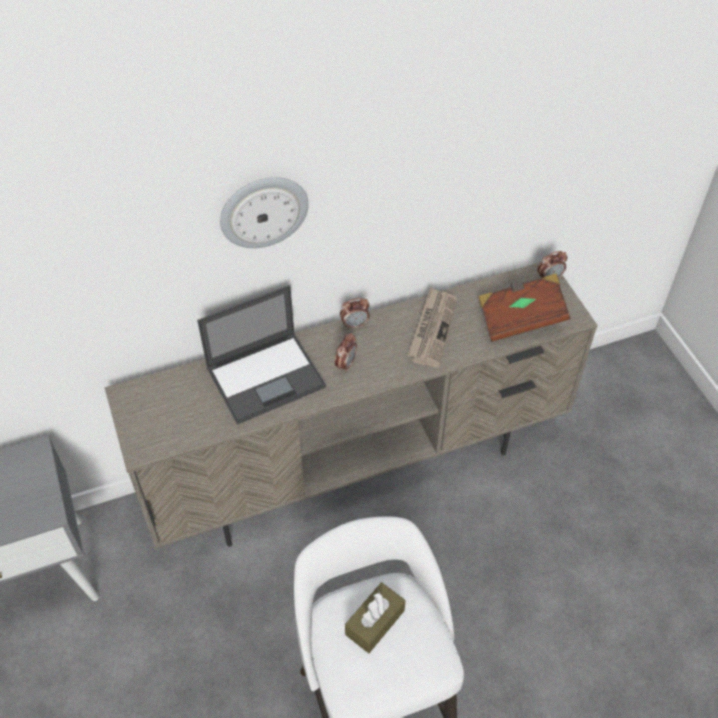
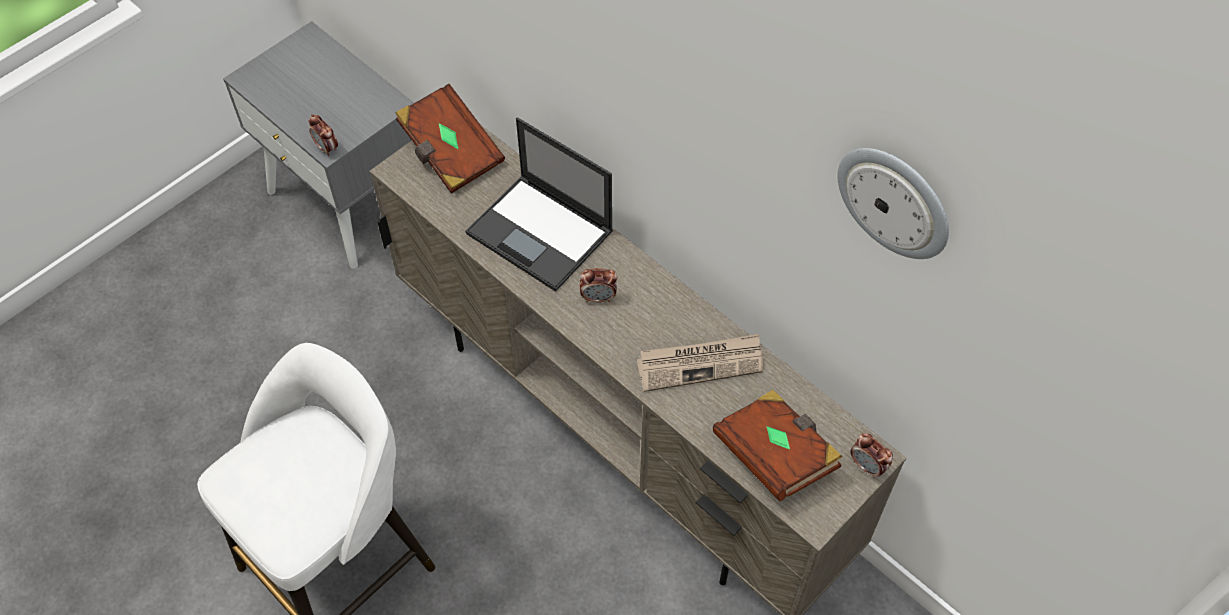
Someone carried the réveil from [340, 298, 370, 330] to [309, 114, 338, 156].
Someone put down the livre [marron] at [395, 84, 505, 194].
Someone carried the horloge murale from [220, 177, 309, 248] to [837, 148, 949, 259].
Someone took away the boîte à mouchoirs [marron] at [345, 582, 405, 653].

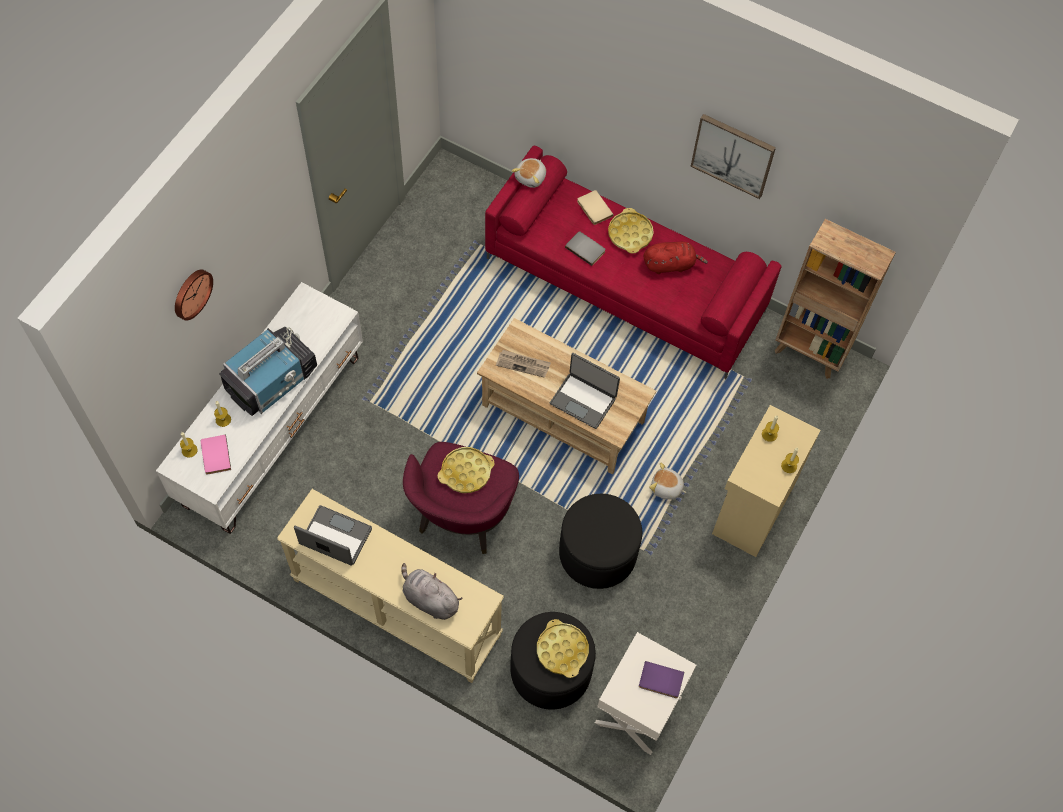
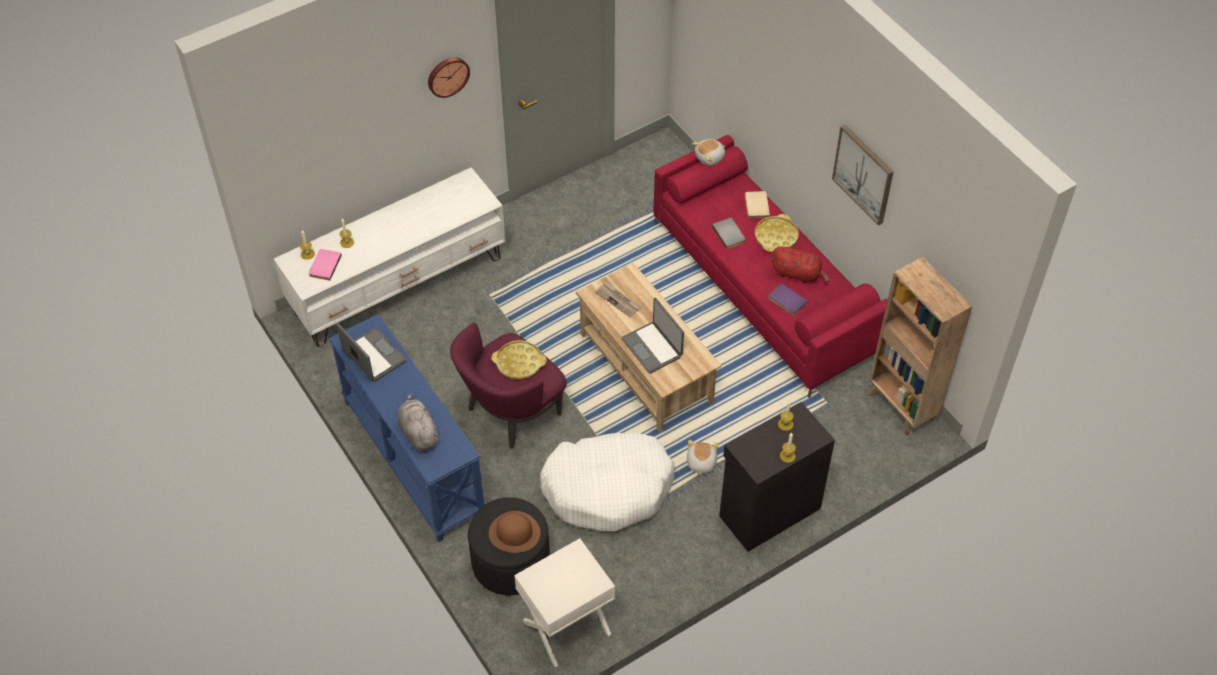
Someone repainted the table console [beige] at [277, 489, 504, 683], which became the table console [bleu] at [329, 314, 485, 542].
Someone carried the horloge murale from [175, 270, 213, 321] to [428, 57, 470, 98].
Someone swapped the plateau [jaune] at [537, 619, 589, 678] for the chapeau [marron] at [489, 511, 540, 553].
Someone swapped the pouf [noir] at [559, 494, 642, 589] for the panier pour chien [blanc] at [540, 433, 675, 531].
Someone rotated the peluche at [649, 463, 687, 500] by 45 degrees clockwise.
Someone repainted the meuble de rangement [beige] at [712, 405, 821, 557], which became the meuble de rangement [noir] at [719, 402, 835, 552].
Someone carried the livre [violet] from [639, 661, 684, 698] to [768, 283, 808, 316].
Someone took away the téléviseur at [219, 327, 317, 416].

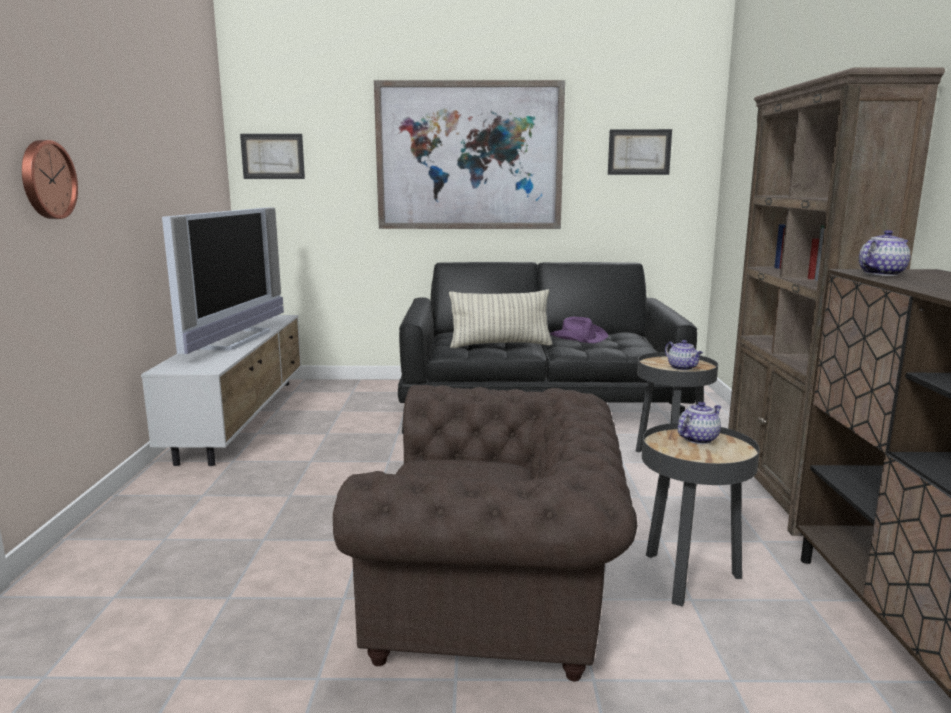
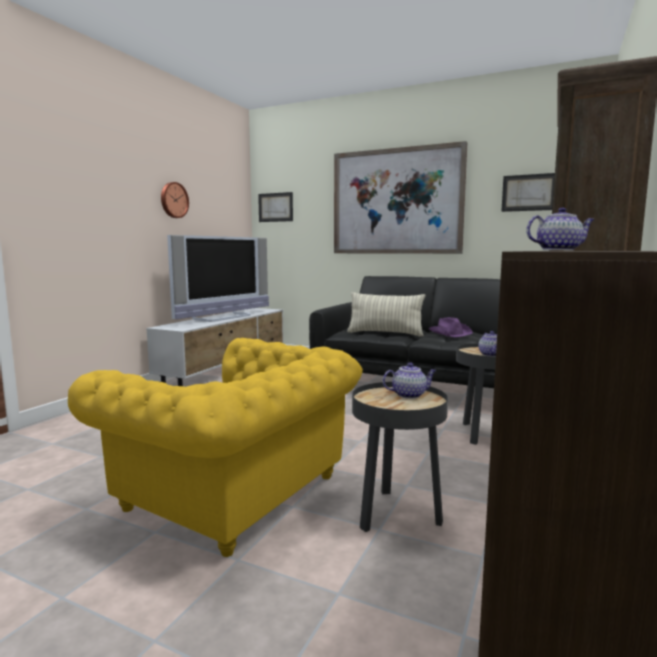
Someone repainted the fauteuil [marron] at [333, 385, 637, 682], which became the fauteuil [jaune] at [68, 338, 363, 557].
Someone carried the horloge murale from [22, 140, 78, 219] to [161, 182, 189, 218].

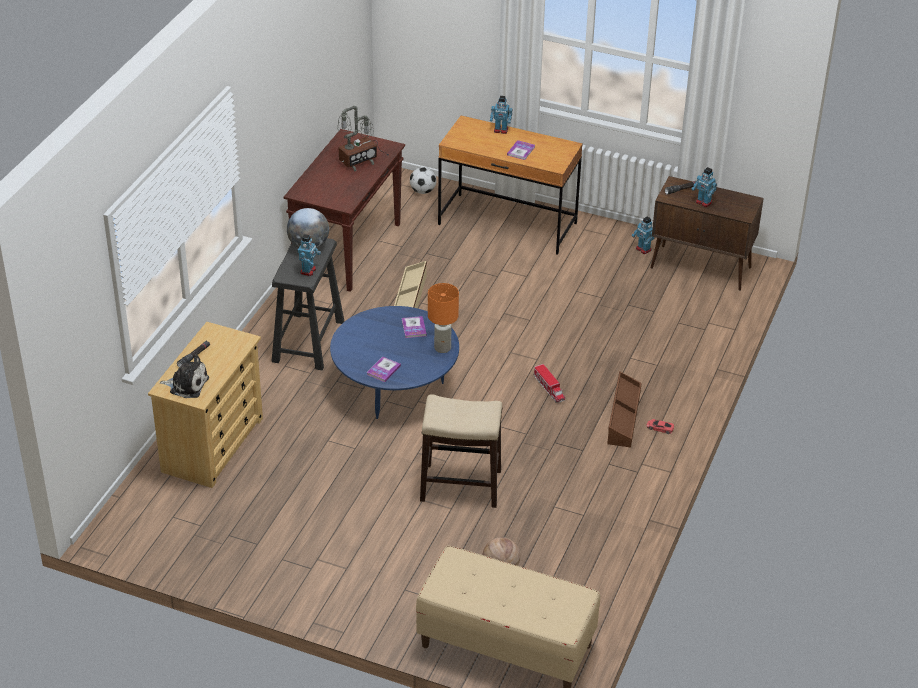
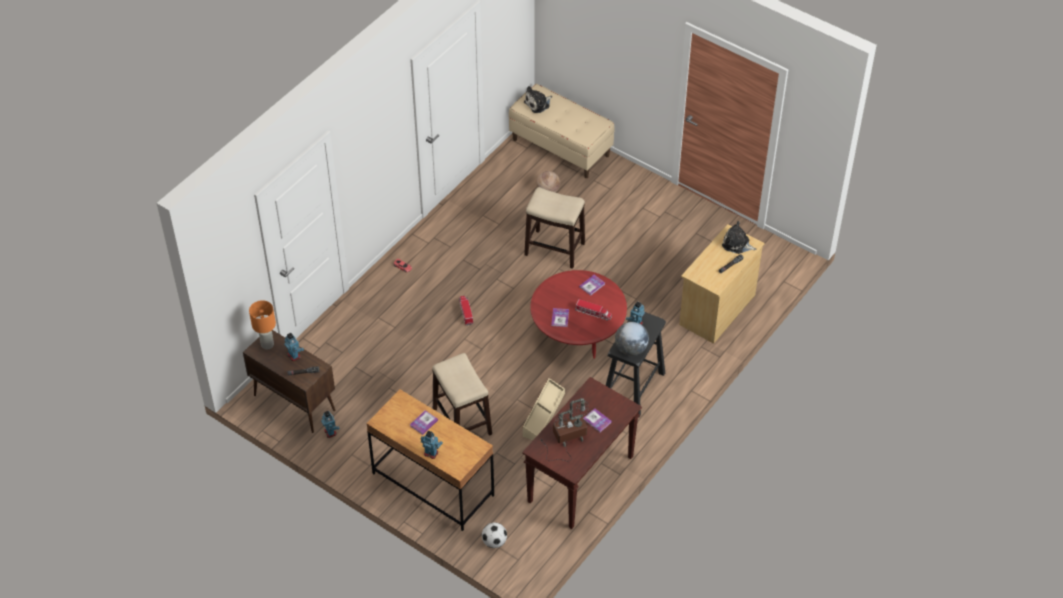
Someone carried the lampe de table [orange] from [428, 283, 459, 353] to [249, 300, 276, 350].
Someone put down the tabouret at [432, 353, 492, 436].
Someone put down the peluche at [524, 86, 552, 113].
Someone repainted the table basse [bleu] at [330, 306, 459, 419], which became the table basse [rouge] at [530, 270, 627, 359].
Someone put down the camion jouet at [575, 299, 612, 321].
Someone put down the livre at [584, 408, 612, 432].
Someone took away the boîte de rangement [marron] at [607, 371, 641, 448].

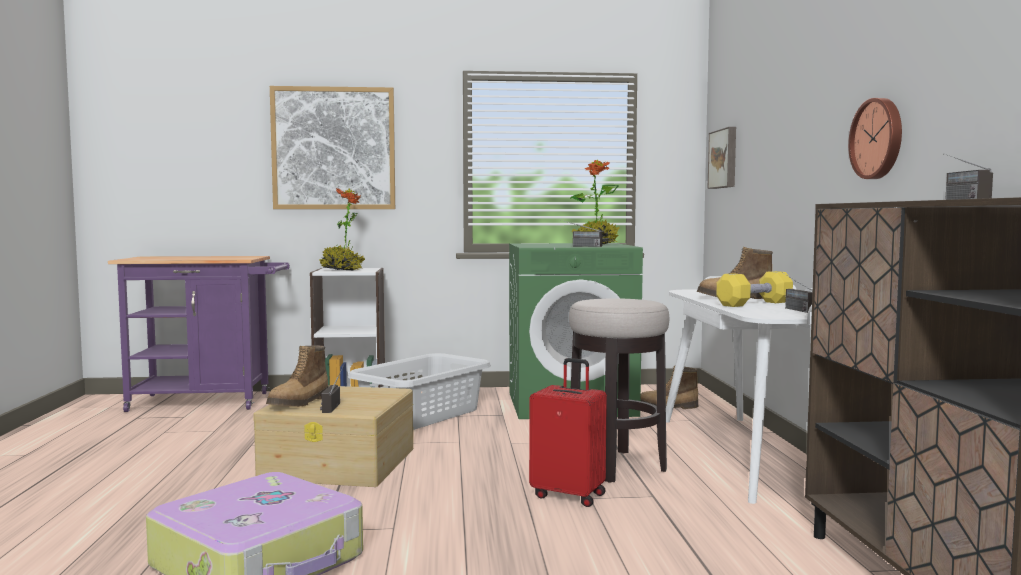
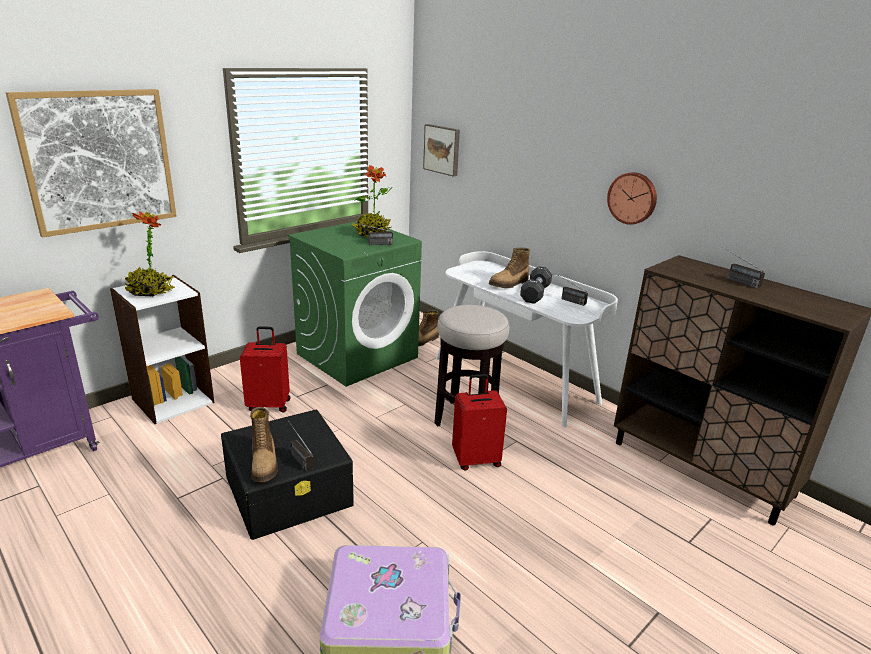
Someone repainted the boîte de rangement [beige] at [254, 386, 413, 487], which became the boîte de rangement [noir] at [221, 410, 354, 540].
Someone swapped the panier à linge [gris] at [348, 353, 491, 430] for the valise [rouge] at [240, 326, 290, 412].
Someone repainted the haltère [jaune] at [716, 271, 793, 307], which became the haltère [noir] at [520, 266, 552, 304].

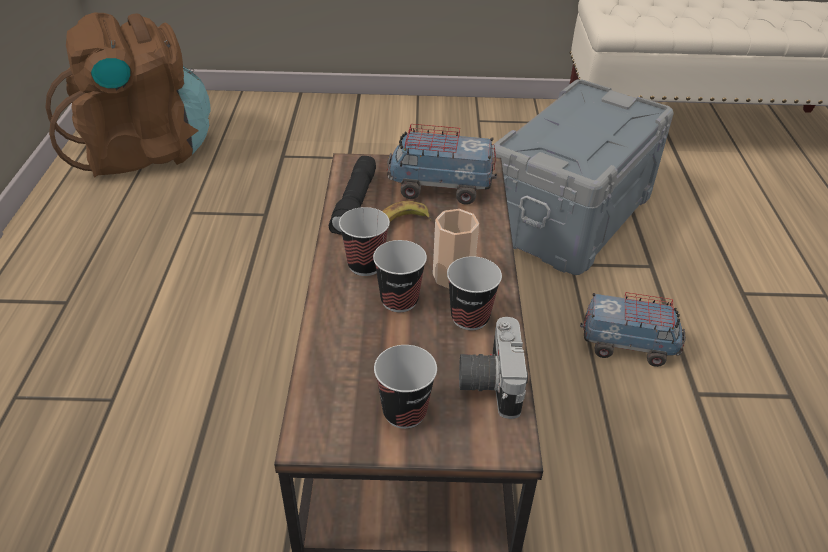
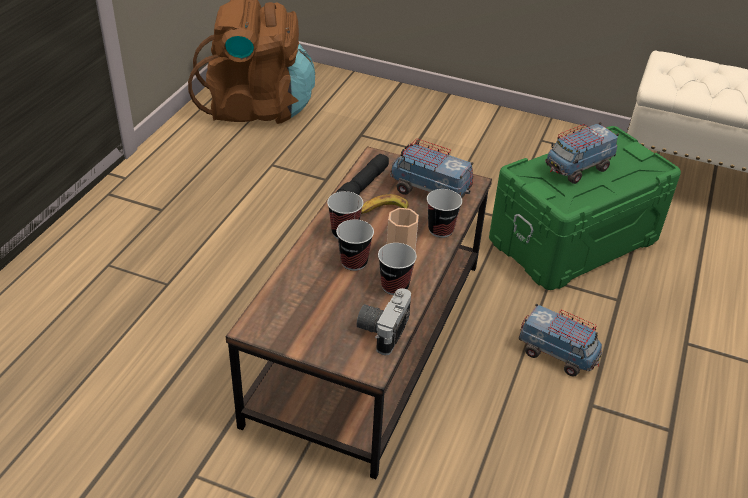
Someone carried the tasse from [374, 345, 437, 429] to [427, 189, 462, 238].
Someone repainted the boîte de rangement [gris] at [492, 79, 674, 275], which became the boîte de rangement [vert] at [489, 126, 681, 290].
Someone put down the camion jouet at [545, 122, 619, 184].

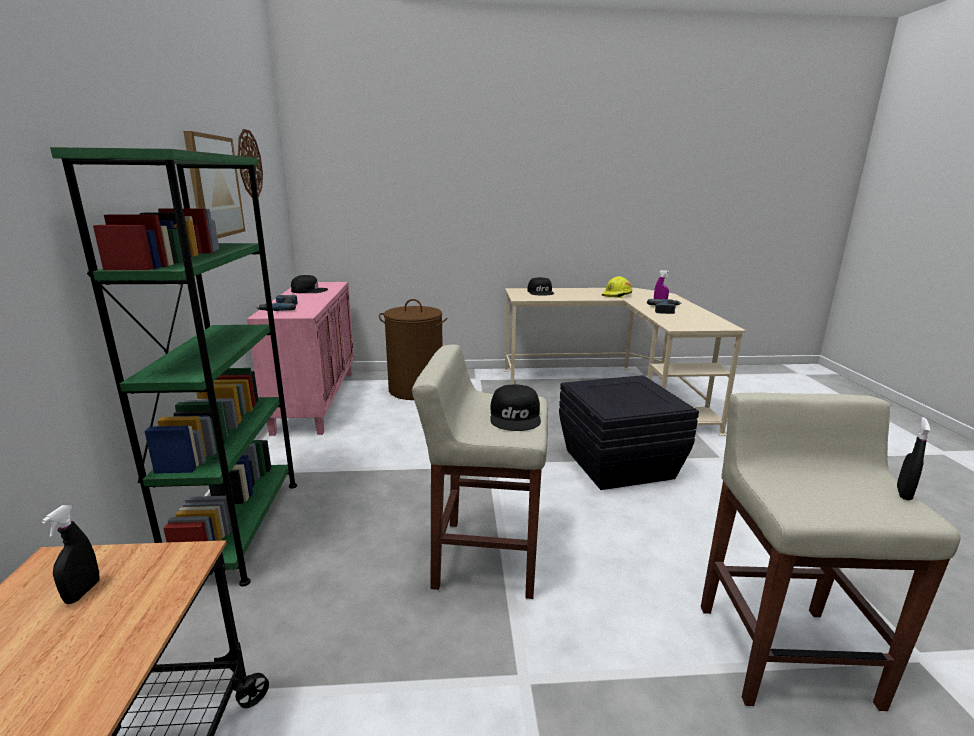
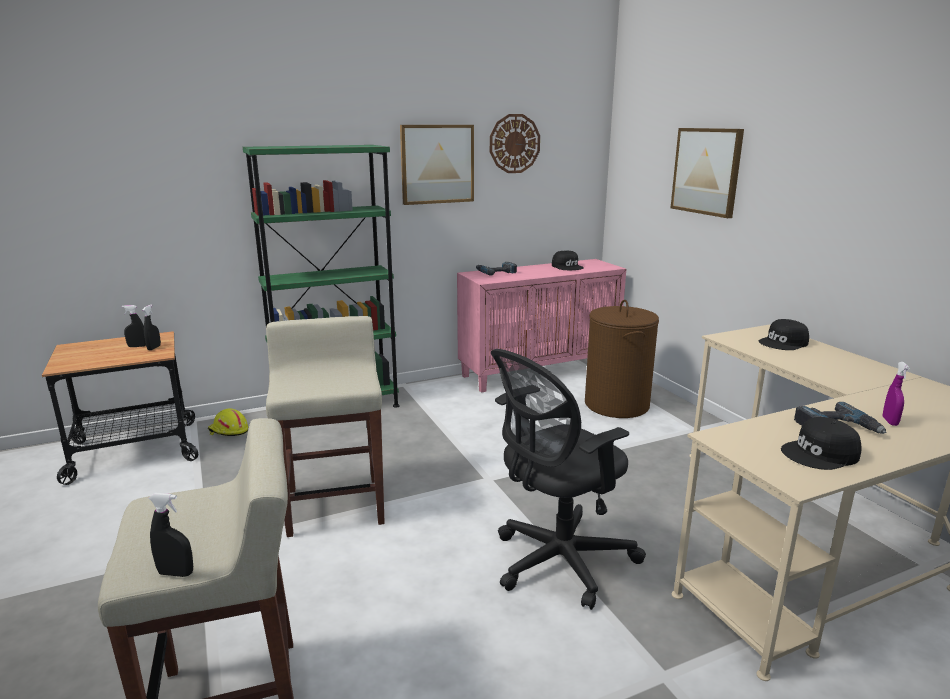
Someone put down the vaporisateur [noir] at [143, 305, 161, 350].
Someone carried the casque de chantier [jaune] from [602, 276, 632, 298] to [208, 408, 248, 436].
Someone swapped the boîte de rangement [noir] at [559, 375, 699, 490] for the chaise de bureau [noir] at [491, 349, 646, 610].
Someone put up the tableau at [671, 128, 744, 218].
Someone carried the casquette [noir] from [490, 385, 541, 431] to [781, 417, 862, 470].

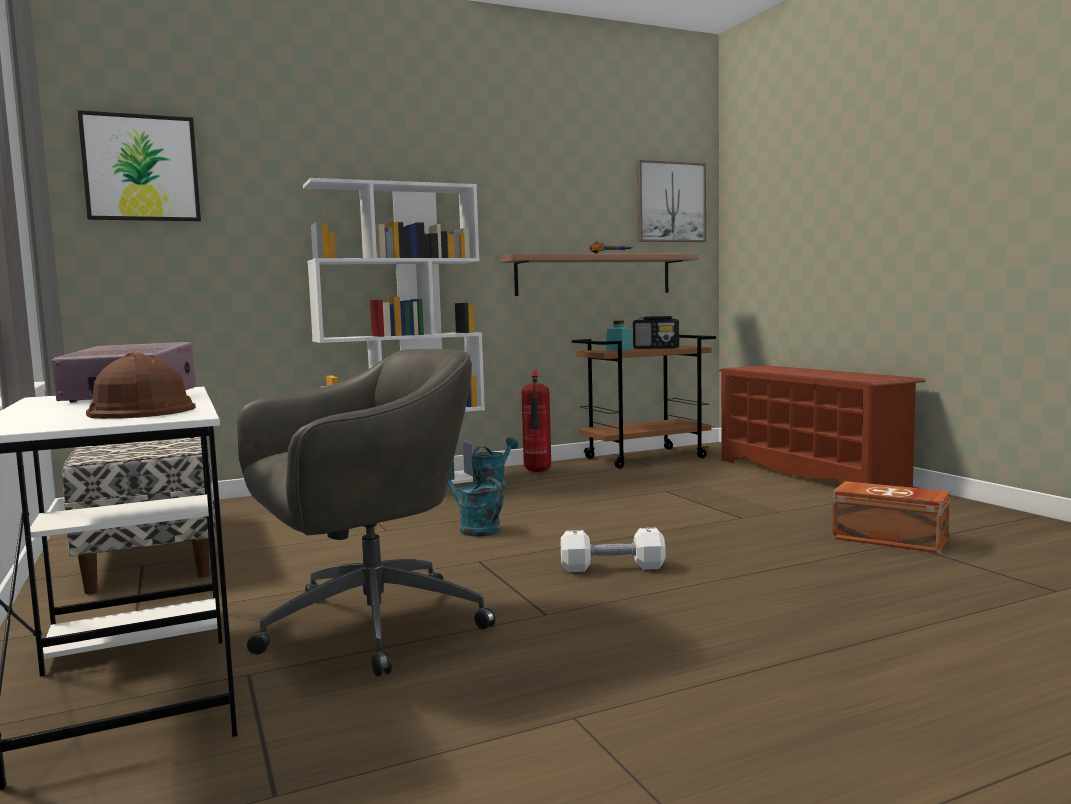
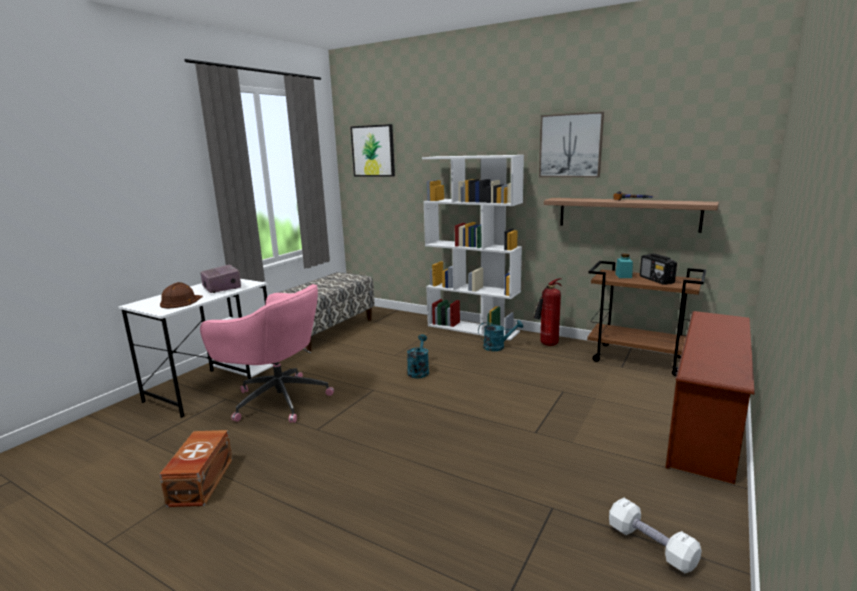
Someone carried the boîte de rangement [marron] from [832, 481, 950, 553] to [159, 430, 233, 507].
Someone repainted the chaise de bureau [gris] at [237, 349, 496, 676], which became the chaise de bureau [rose] at [200, 284, 334, 423].
Someone carried the tableau from [637, 160, 706, 242] to [539, 112, 604, 177].
Someone carried the haltère [blanc] from [561, 528, 666, 572] to [609, 498, 702, 573].

